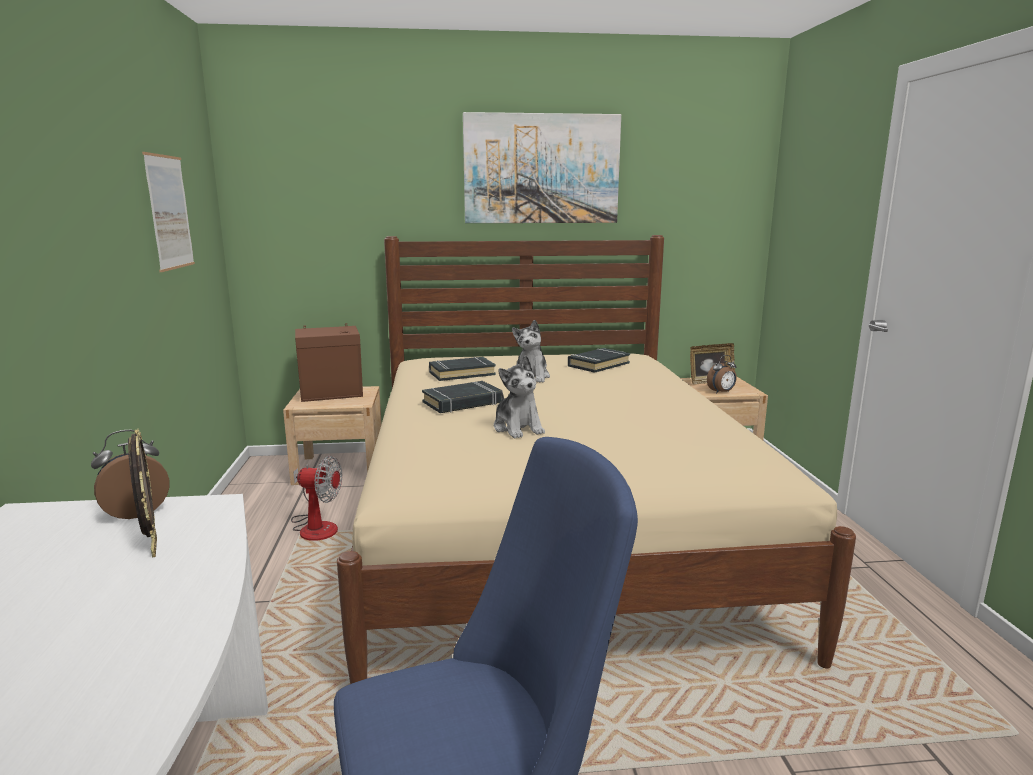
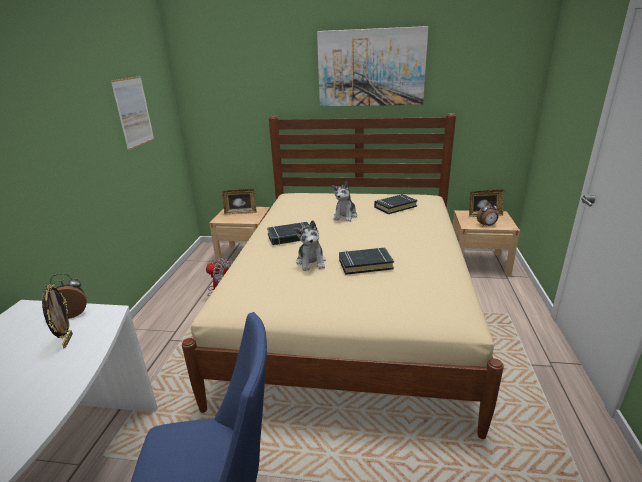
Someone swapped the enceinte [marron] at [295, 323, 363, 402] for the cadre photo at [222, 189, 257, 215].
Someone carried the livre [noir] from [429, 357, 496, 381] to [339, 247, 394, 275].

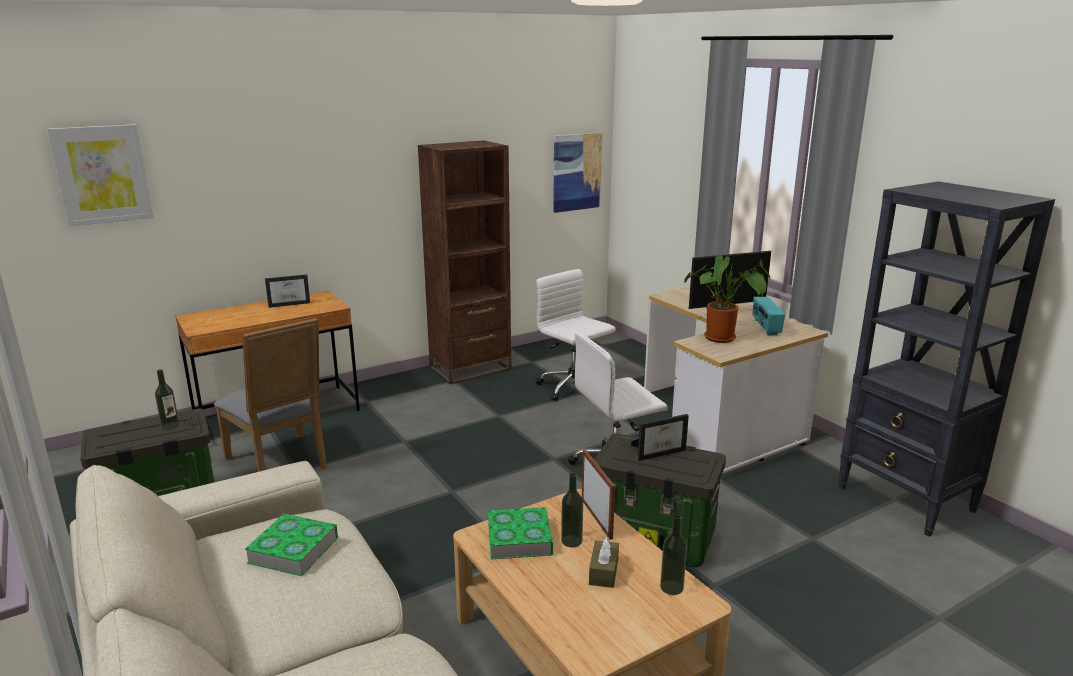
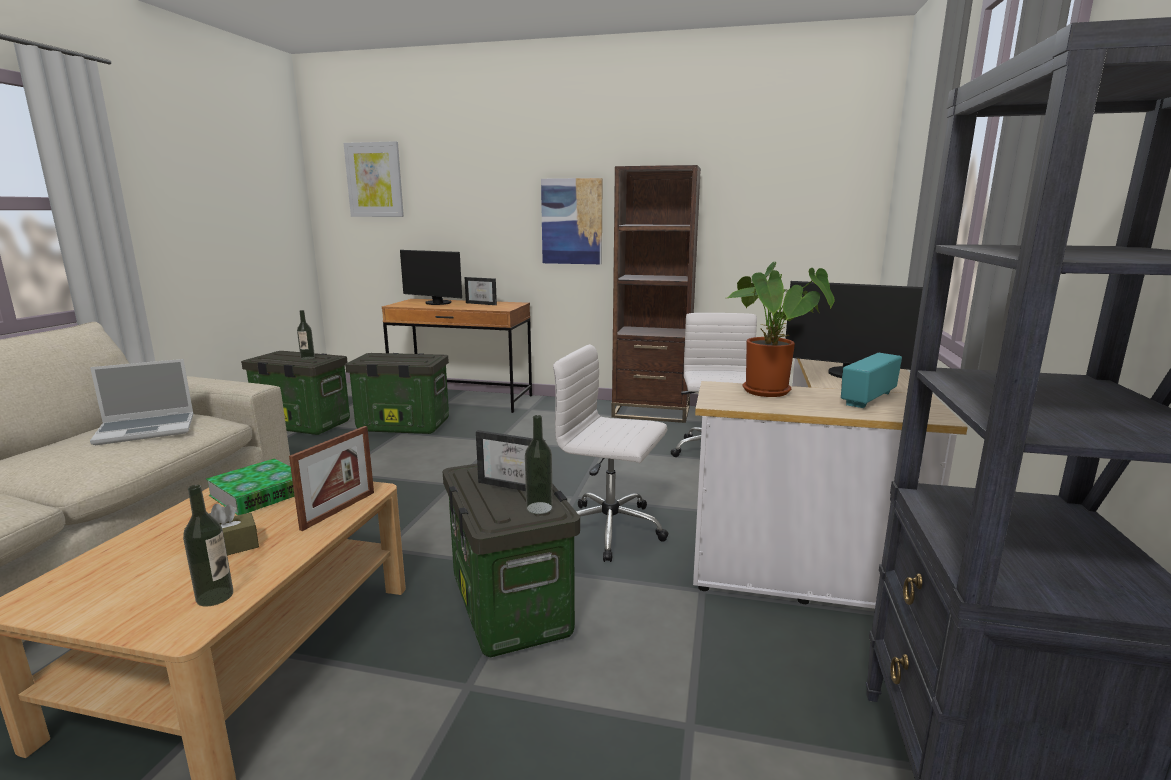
Someone swapped the livre at [245, 514, 338, 576] for the ordinateur portable at [90, 359, 194, 445].
Someone swapped the chaise [gris] at [214, 318, 327, 472] for the boîte de rangement at [345, 353, 449, 434].
Someone put down the écran d'ordinateur at [400, 250, 462, 305].
Someone carried the bouteille from [561, 473, 583, 548] to [525, 415, 553, 514].
Someone carried the tableau from [553, 132, 602, 213] to [541, 178, 603, 264].

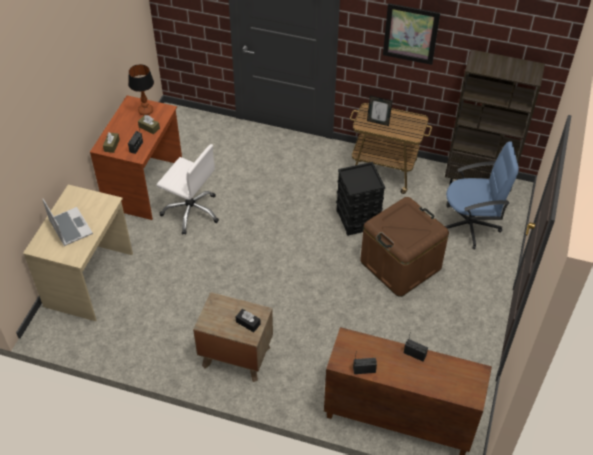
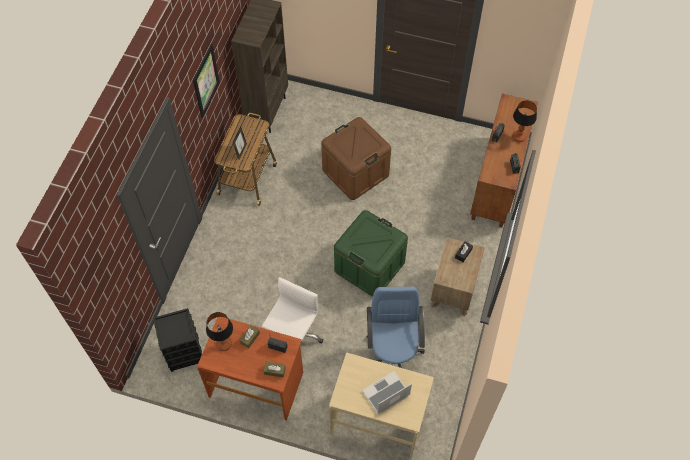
Someone carried the boîte de rangement [noir] from [336, 162, 385, 236] to [153, 308, 202, 372].
Someone put down the boîte de rangement [vert] at [334, 210, 408, 297].
Someone carried the chaise de bureau [bleu] from [445, 141, 519, 250] to [367, 287, 425, 368].
Someone put down the lampe de table at [512, 100, 537, 142].

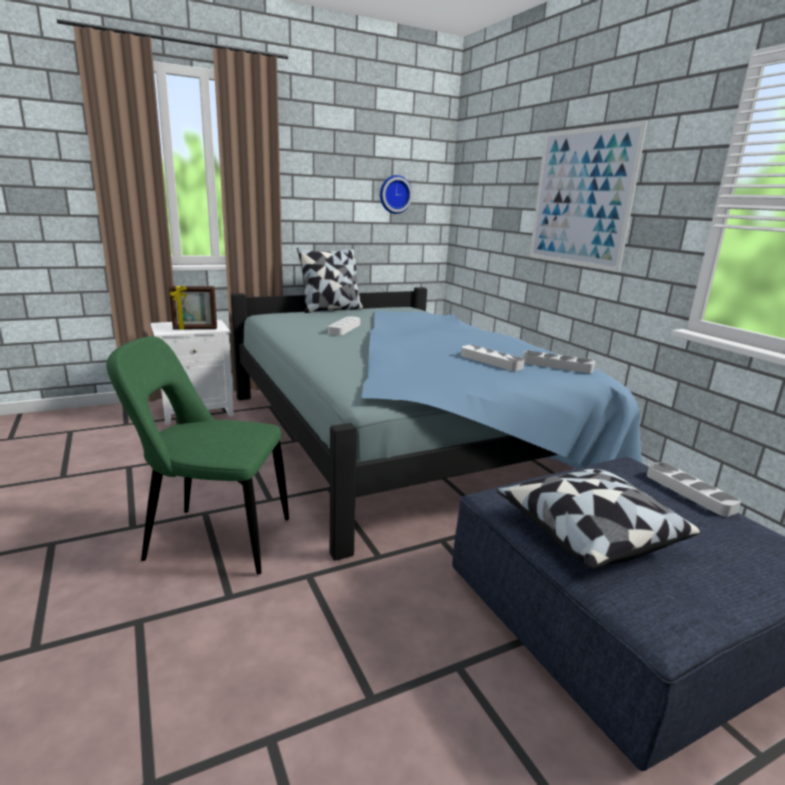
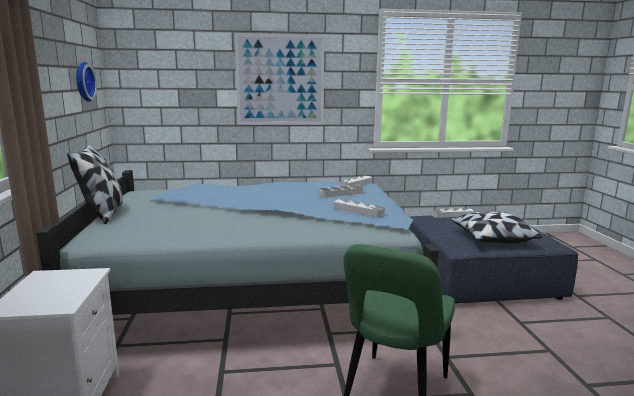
Someone carried the plateau [gris] from [328, 316, 360, 336] to [334, 199, 385, 217].
Someone took away the cadre photo at [169, 285, 217, 330].

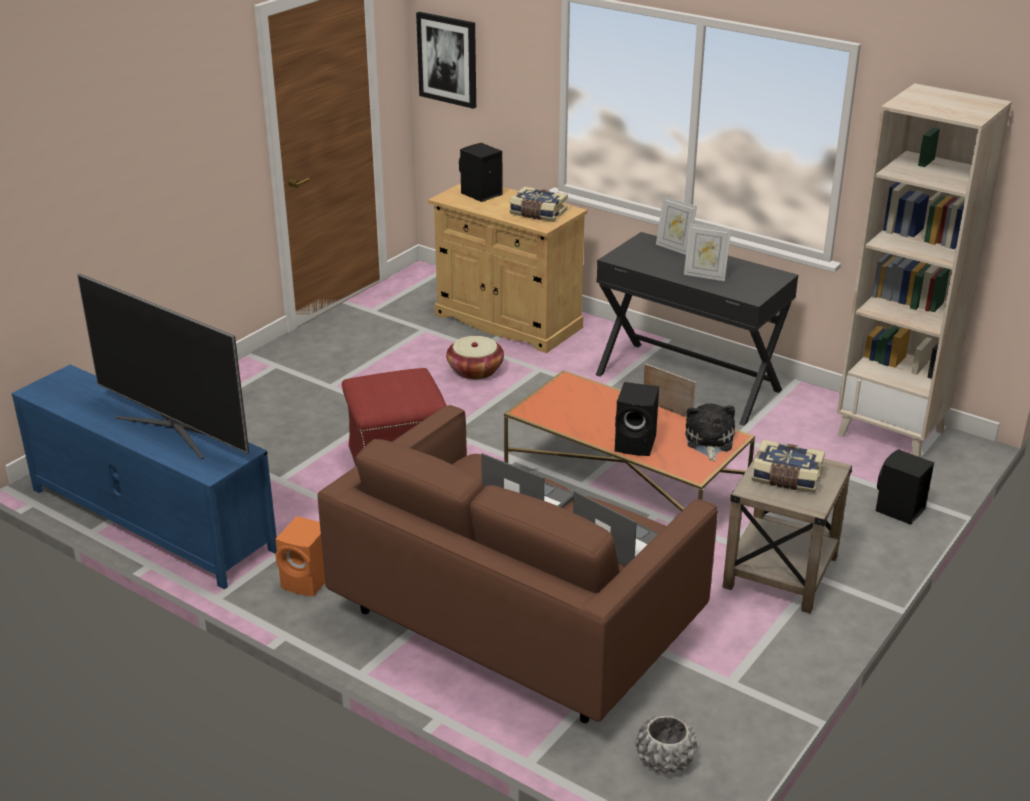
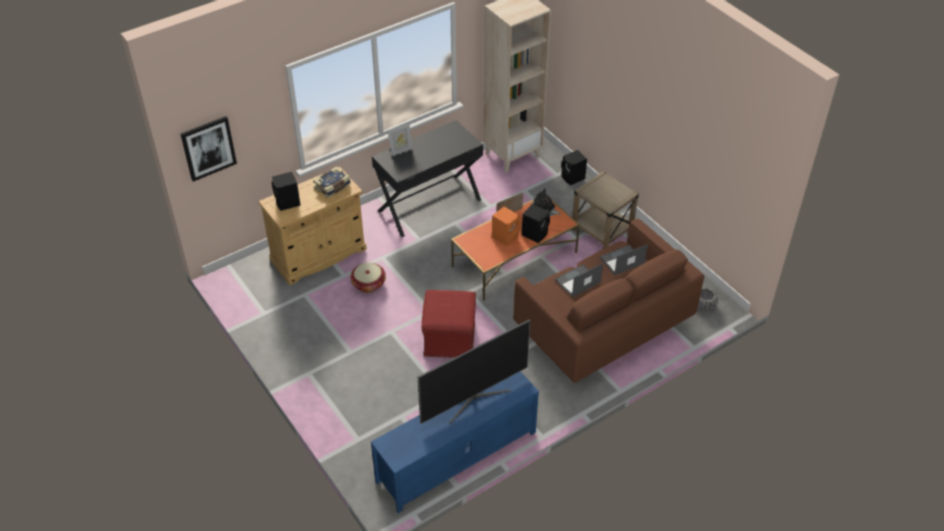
Someone carried the enceinte [orange] from [275, 516, 325, 596] to [492, 207, 520, 246].
Someone took away the cadre photo at [684, 223, 731, 281].
Someone took away the livre at [752, 440, 825, 493].

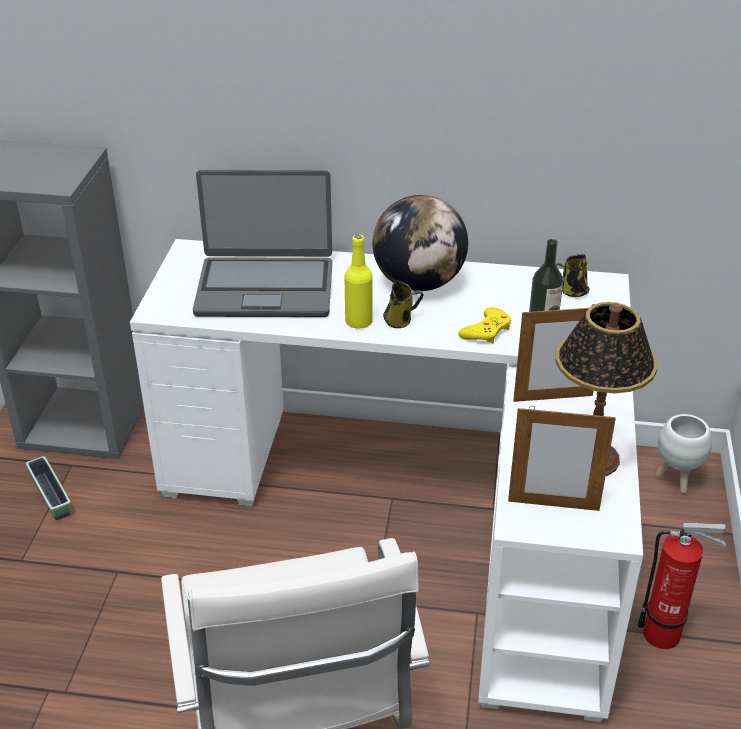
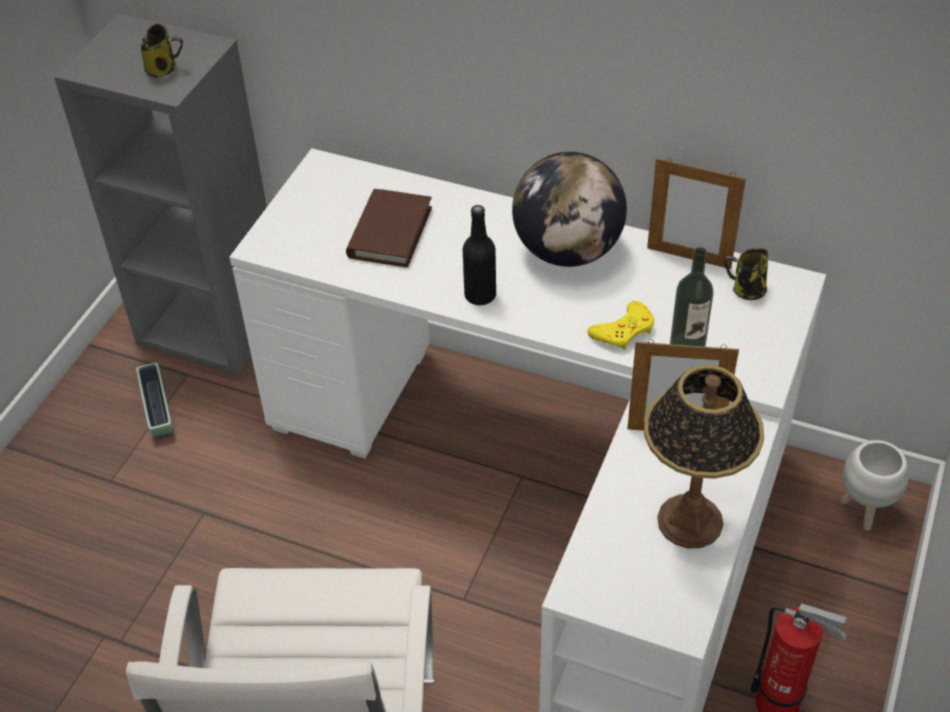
Someone carried the mug from [383, 281, 424, 328] to [141, 24, 183, 77].
Someone swapped the ordinateur portable at [193, 170, 332, 317] for the livre [marron] at [346, 189, 432, 268].
Someone repainted the bouteille [jaune] at [344, 234, 373, 329], which became the bouteille [noir] at [463, 205, 496, 305].
Someone carried the cadre photo from [508, 406, 616, 511] to [647, 157, 746, 269].

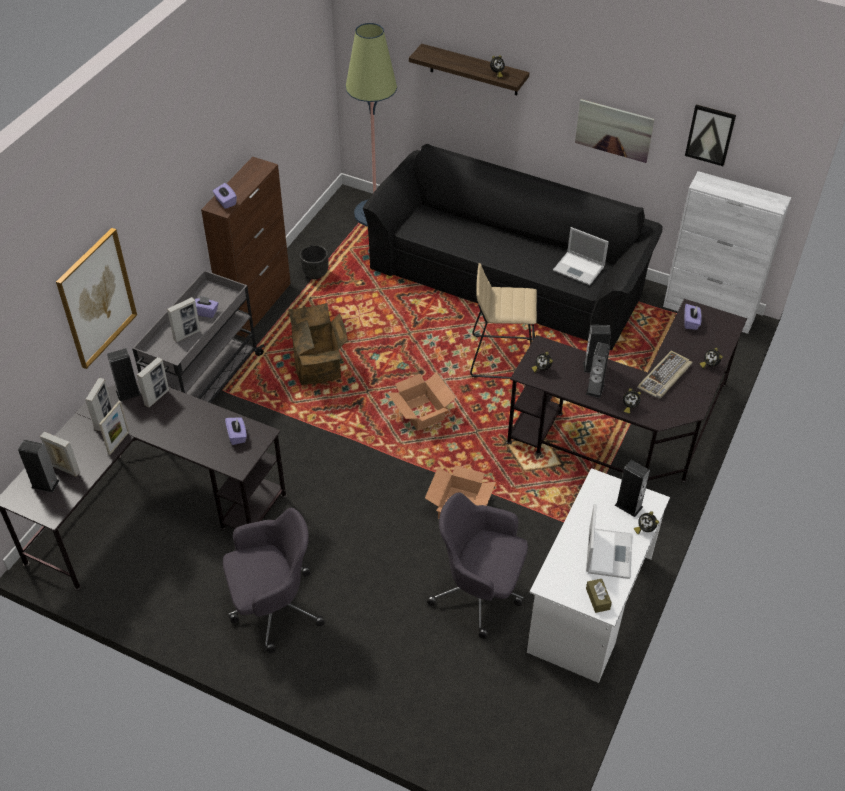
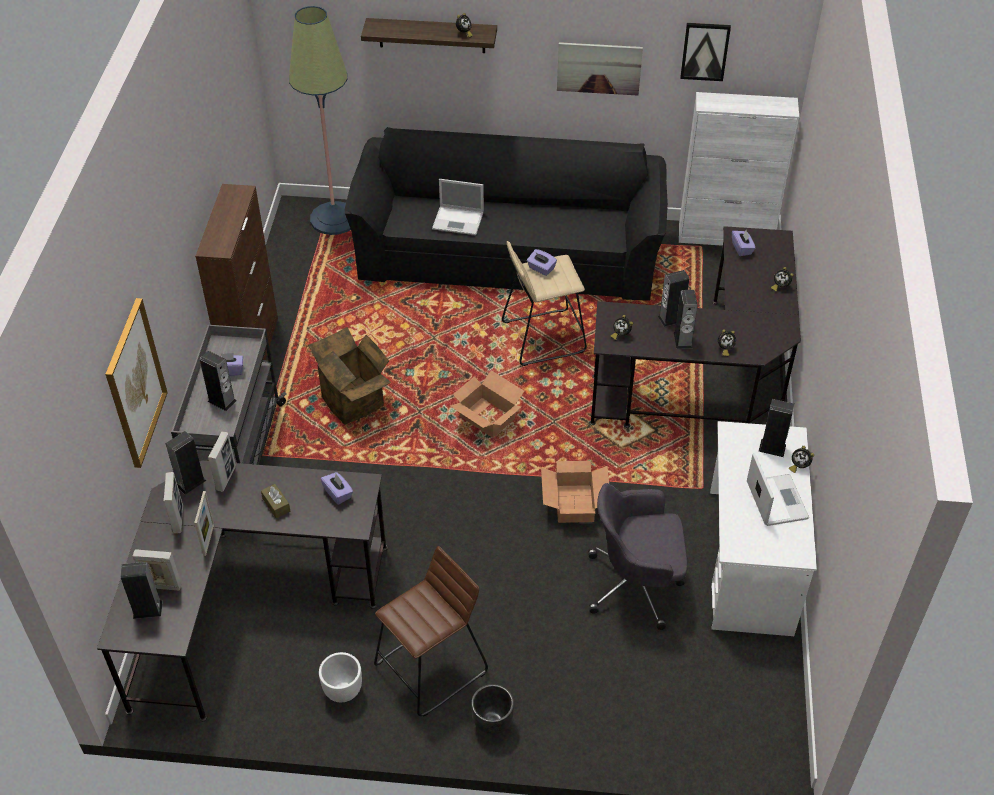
Someone swapped the cadre photo at [167, 297, 201, 342] for the enceinte at [200, 351, 236, 411].
Someone carried the boîte à mouchoirs [marron] from [586, 579, 612, 613] to [261, 484, 290, 518].
Someone put down the cache-pot [blanc] at [319, 652, 362, 702].
Someone swapped the chaise de bureau [gris] at [223, 508, 325, 653] for the tabouret [marron] at [374, 546, 488, 717].
Someone carried the ordinateur portable from [553, 227, 609, 285] to [432, 179, 484, 235].
Someone carried the cache-pot [noir] from [300, 245, 329, 279] to [471, 684, 514, 735].
Someone carried the boîte à mouchoirs [violet] from [213, 183, 237, 209] to [527, 249, 557, 276].
Someone took away the clavier at [637, 351, 692, 399].

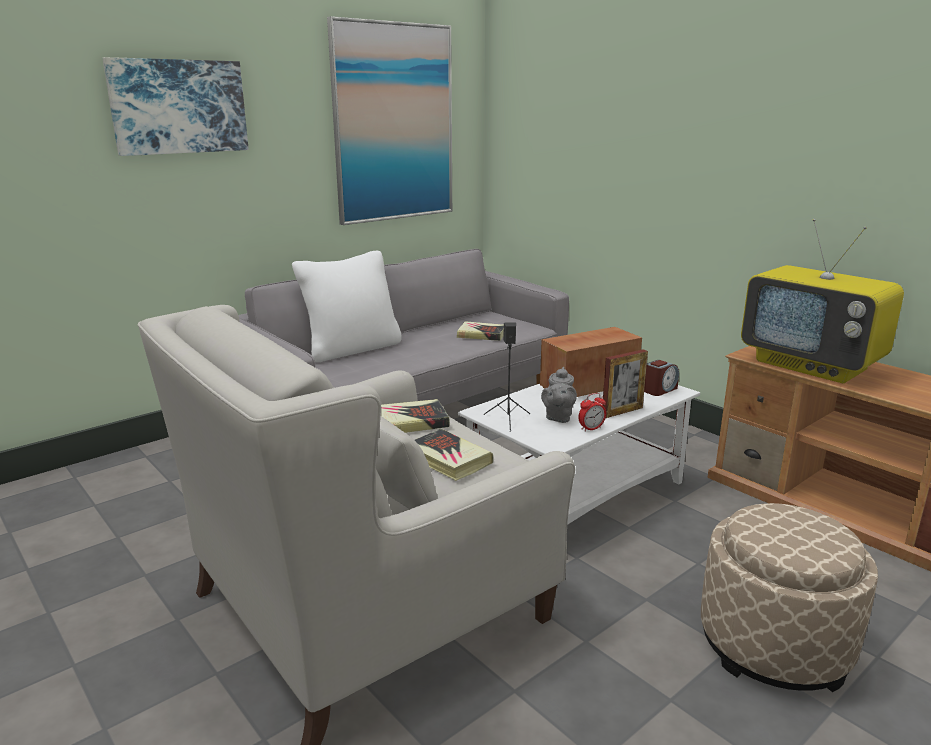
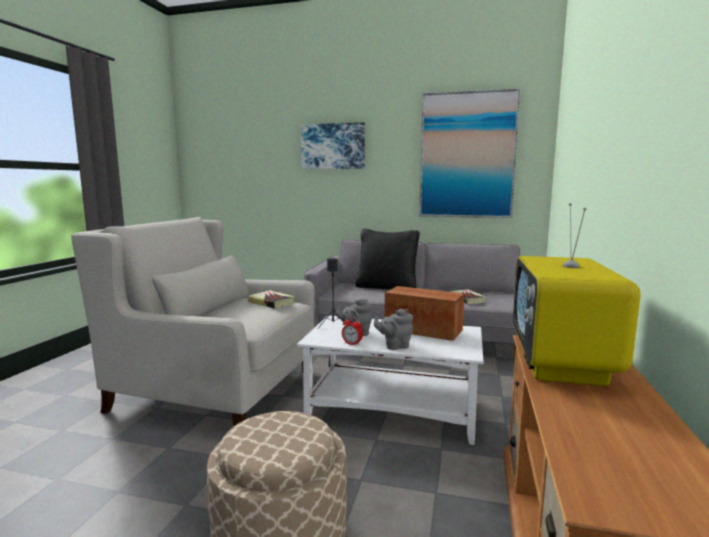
Someone repainted the coussin [blanc] at [292, 251, 402, 362], which became the coussin [noir] at [355, 229, 420, 289].
Someone swapped the cadre photo at [602, 349, 648, 418] for the théière [gris] at [374, 309, 413, 350].
Someone took away the livre at [415, 429, 493, 481].
Someone took away the réveil at [644, 360, 679, 396].

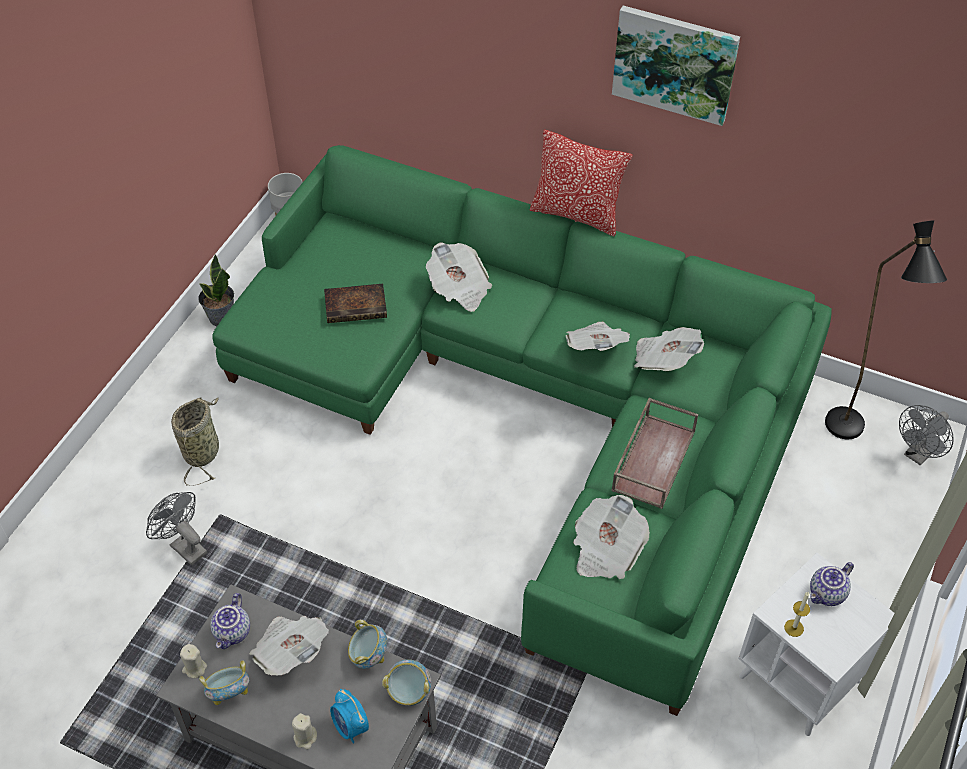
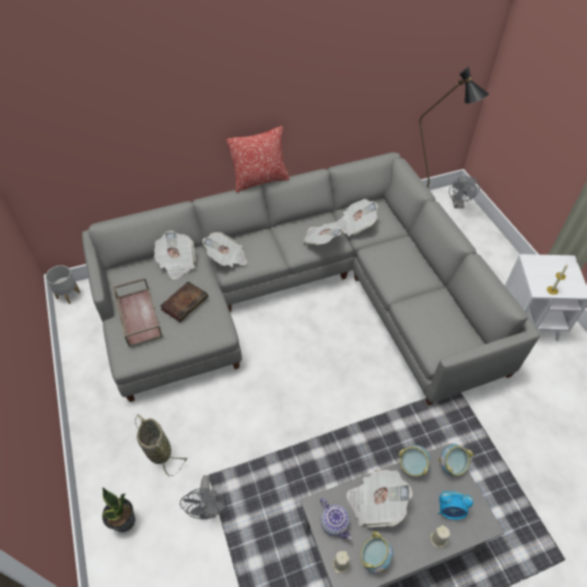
Someone repainted the canapé [vert] at [212, 145, 832, 716], which became the canapé [gris] at [82, 152, 540, 406].
Someone carried the plante en pot from [198, 254, 234, 326] to [102, 487, 135, 532].
Someone carried the plateau [marron] from [611, 398, 698, 509] to [113, 278, 163, 347].
Someone carried the journal from [573, 495, 650, 579] to [154, 231, 195, 280].
Someone rotated the ventilateur [gris] at [146, 492, 207, 566] by 90 degrees counterclockwise.
Someone took away the tableau at [612, 6, 740, 126].
Someone took away the théière at [810, 562, 854, 606].

